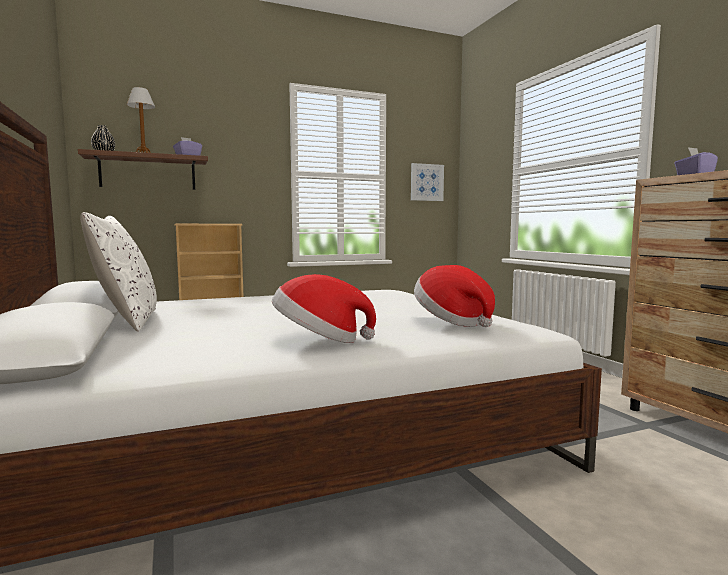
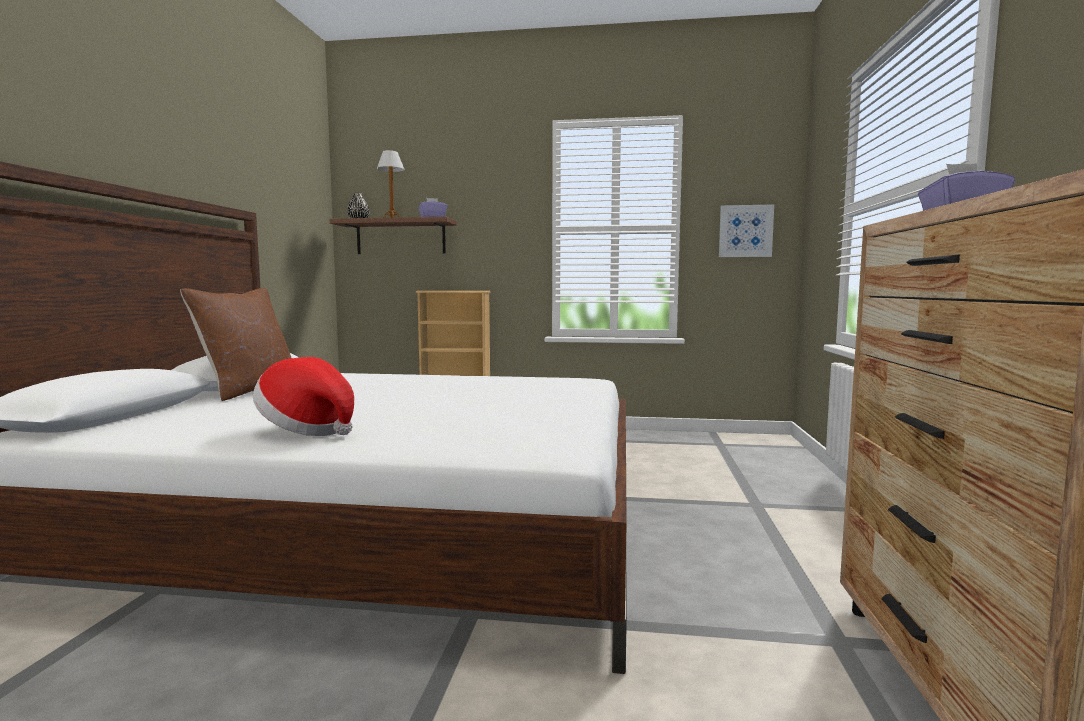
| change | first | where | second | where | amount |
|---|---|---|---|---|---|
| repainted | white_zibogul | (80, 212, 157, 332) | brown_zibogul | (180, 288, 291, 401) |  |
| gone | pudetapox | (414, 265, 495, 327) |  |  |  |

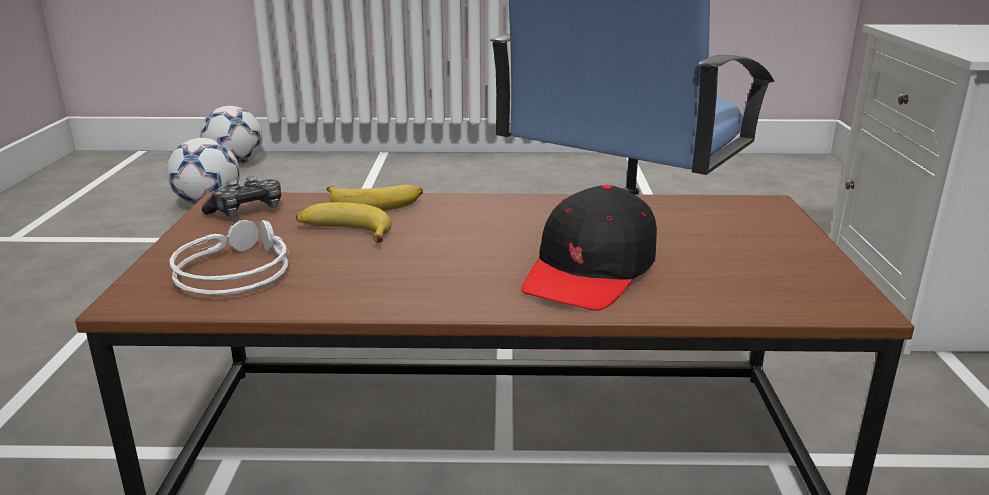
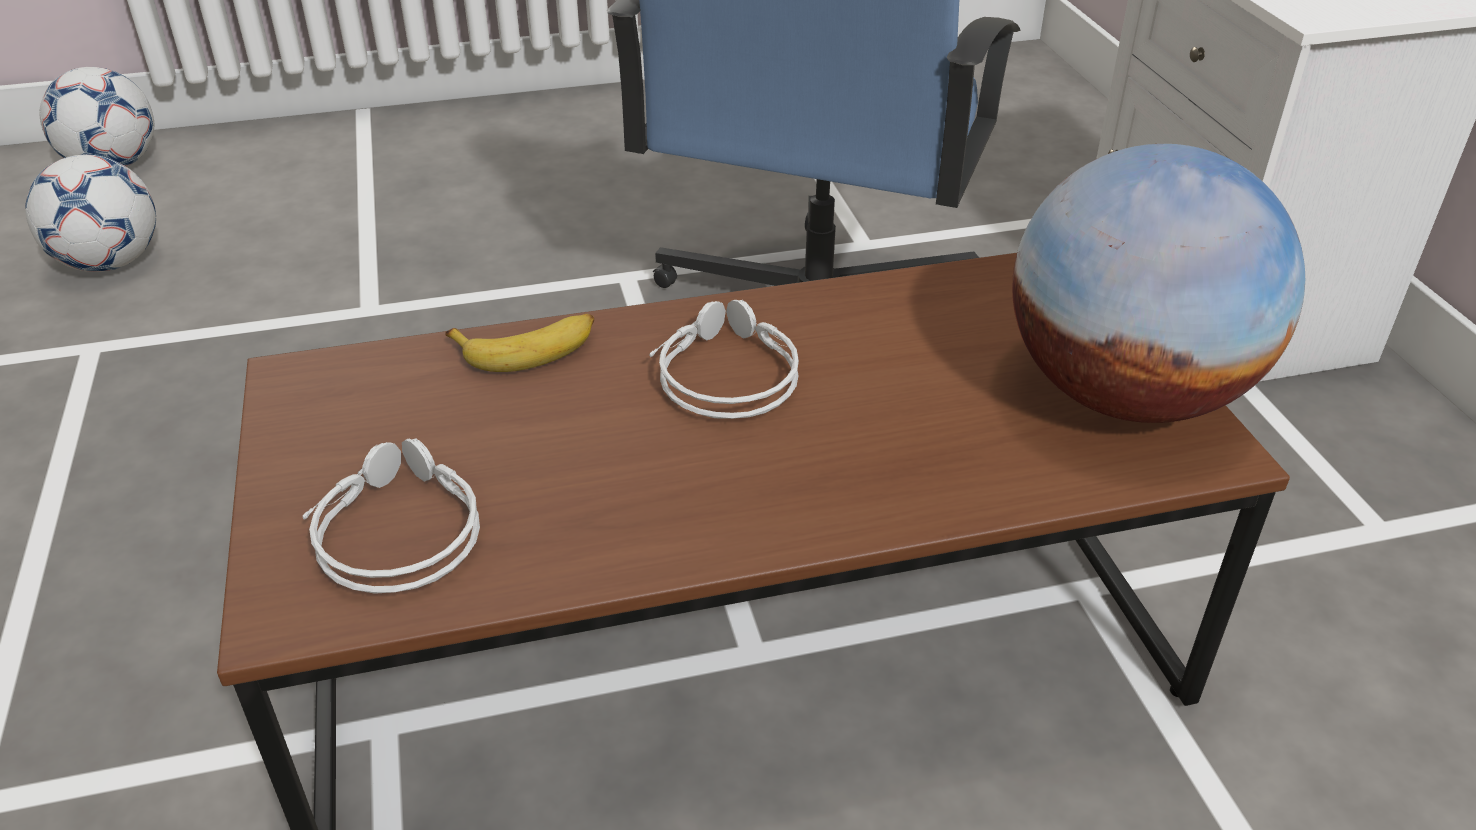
| change | first | where | second | where | amount |
|---|---|---|---|---|---|
| new |  |  | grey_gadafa | (649, 300, 799, 419) |  |
| new |  |  | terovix | (1012, 144, 1305, 423) |  |
| gone | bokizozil | (202, 176, 281, 217) |  |  |  |
| gone | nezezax | (296, 202, 392, 242) |  |  |  |
| gone | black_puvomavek | (521, 185, 657, 311) |  |  |  |

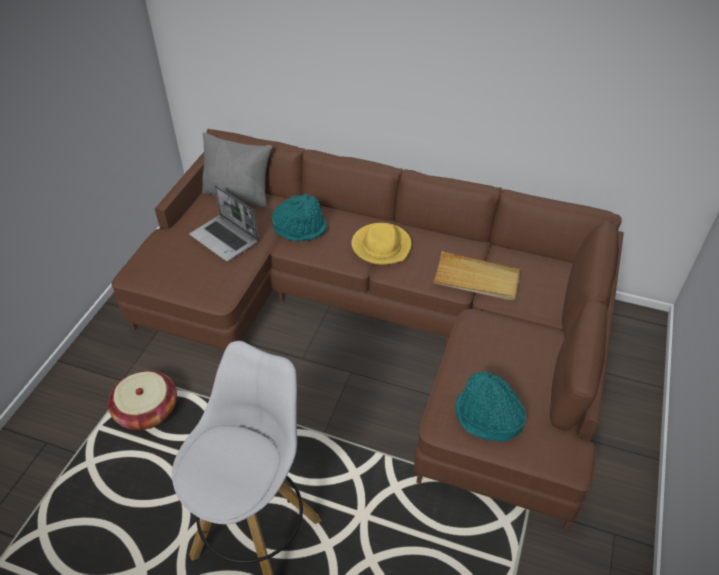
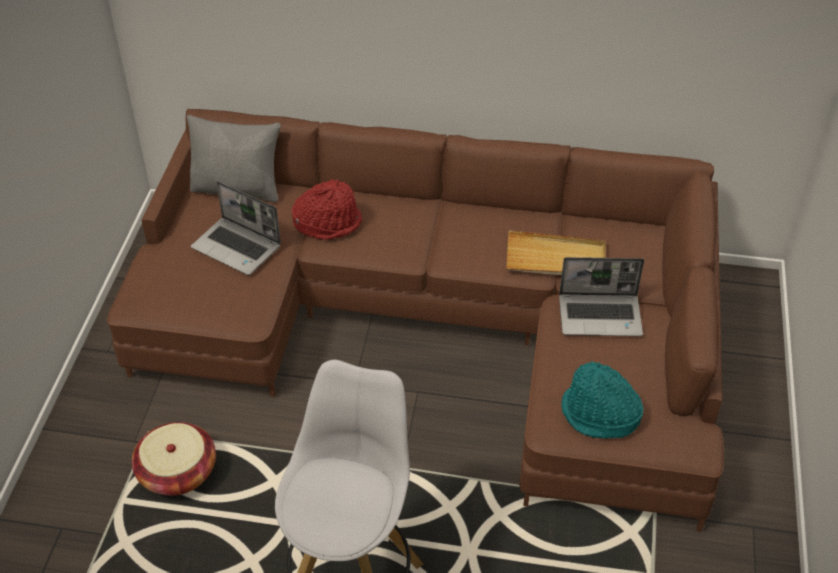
| change | first | where | second | where | amount |
|---|---|---|---|---|---|
| repainted | turquoise_pudetapox | (272, 194, 327, 241) | red_pudetapox | (292, 179, 362, 240) |  |
| new |  |  | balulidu | (559, 257, 644, 336) |  |
| gone | yellow_pudetapox | (351, 223, 412, 265) |  |  |  |

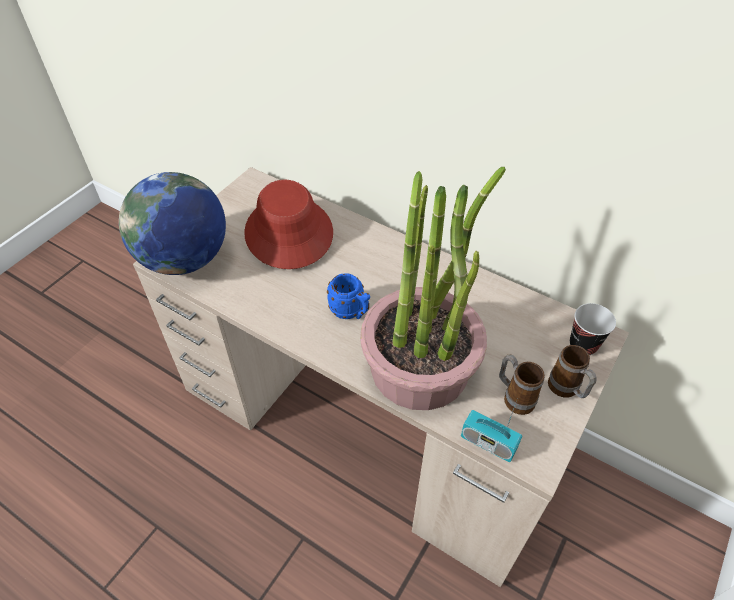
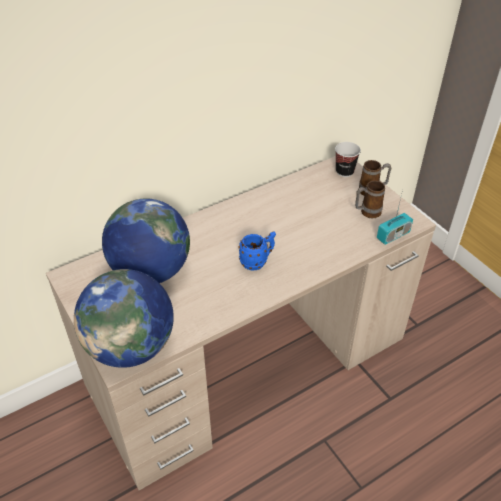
| change | first | where | second | where | amount |
|---|---|---|---|---|---|
| swapped | red_pudetapox | (244, 180, 333, 269) | terovix | (102, 199, 190, 283) |  |
| gone | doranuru | (360, 167, 506, 410) |  |  |  |

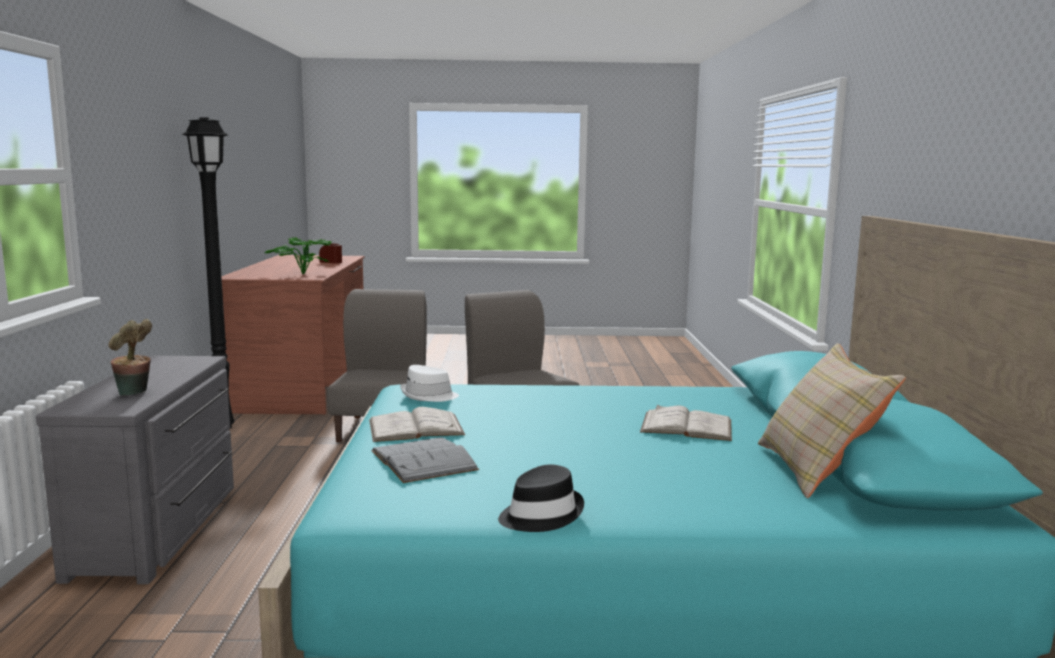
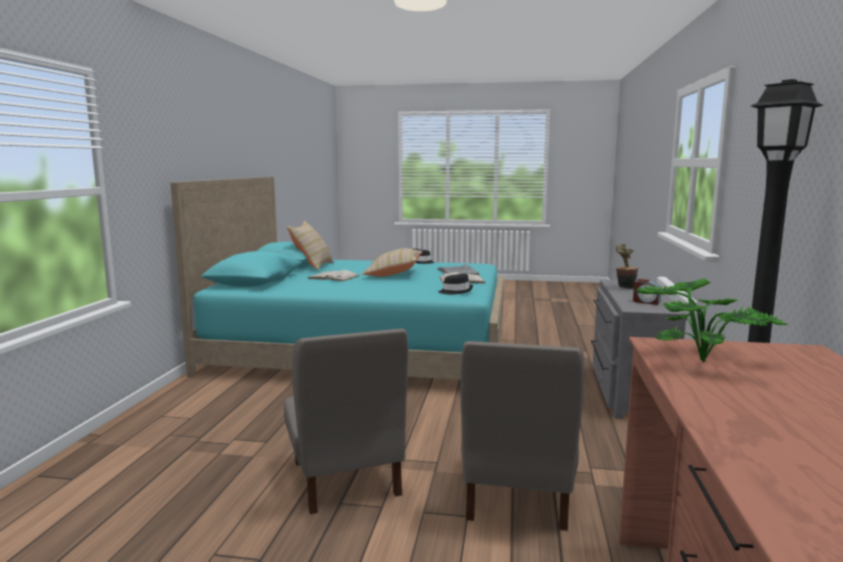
| change | first | where | second | where | amount |
|---|---|---|---|---|---|
| new |  |  | beige_zibogul | (362, 248, 422, 277) |  |
| repainted | white_pudetapox | (400, 365, 459, 402) | black_pudetapox | (438, 274, 473, 295) |  |
| shifted | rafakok | (319, 244, 342, 264) |  | (633, 279, 661, 305) |  |

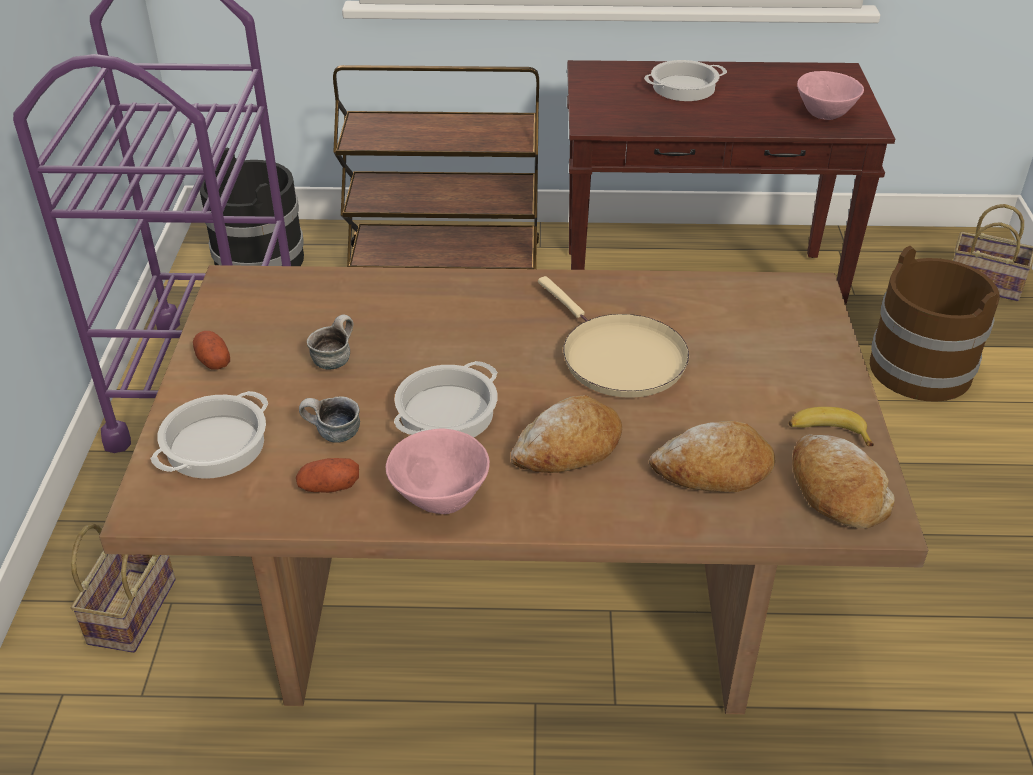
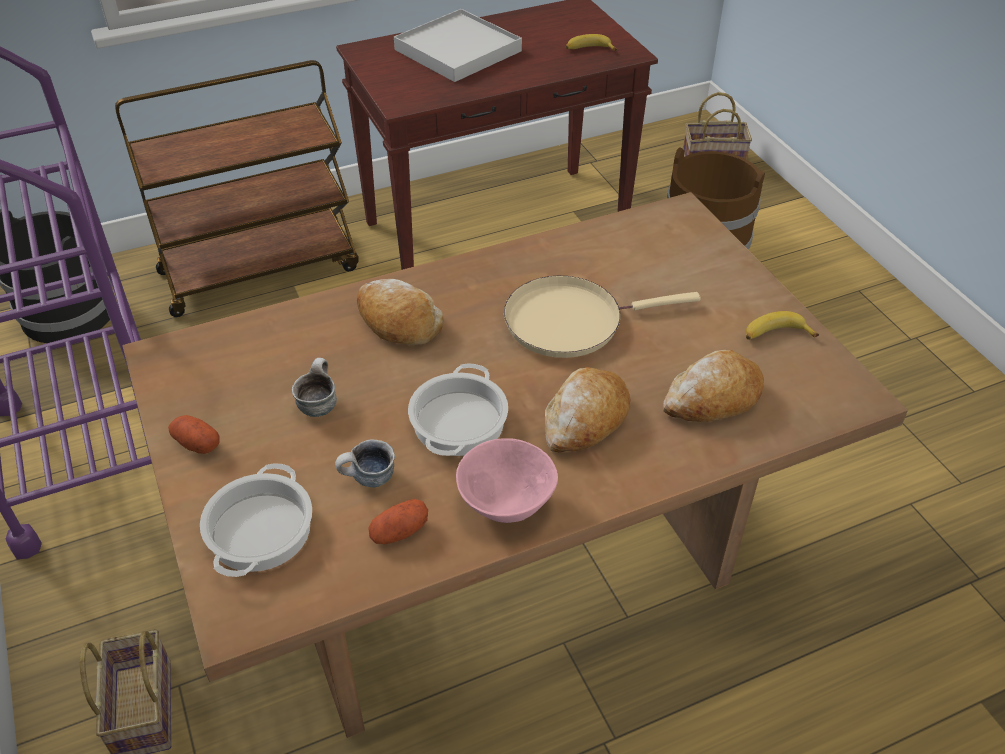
| change | first | where | second | where | amount |
|---|---|---|---|---|---|
| shifted | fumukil | (792, 434, 895, 529) |  | (357, 279, 443, 345) |  |
| swapped | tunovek | (644, 60, 727, 101) | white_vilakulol | (394, 9, 522, 82) |  |
| rotated | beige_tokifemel | (538, 276, 689, 398) |  | (504, 276, 700, 358) | 135 degrees clockwise |
| swapped | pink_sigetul | (797, 71, 864, 120) | nezezax | (566, 34, 617, 51) |  |

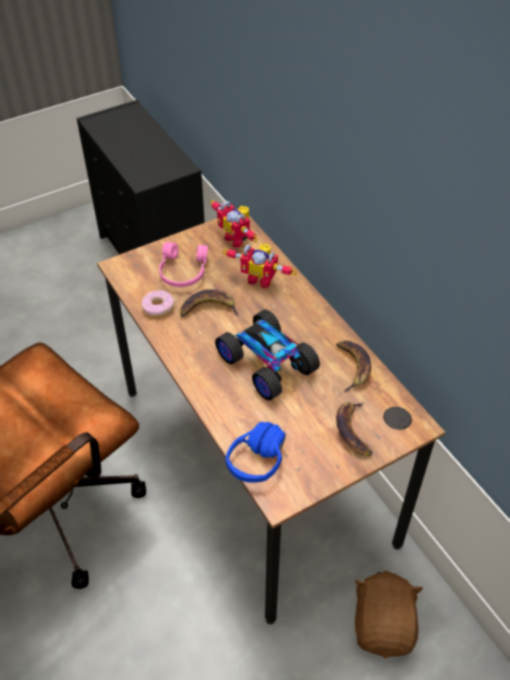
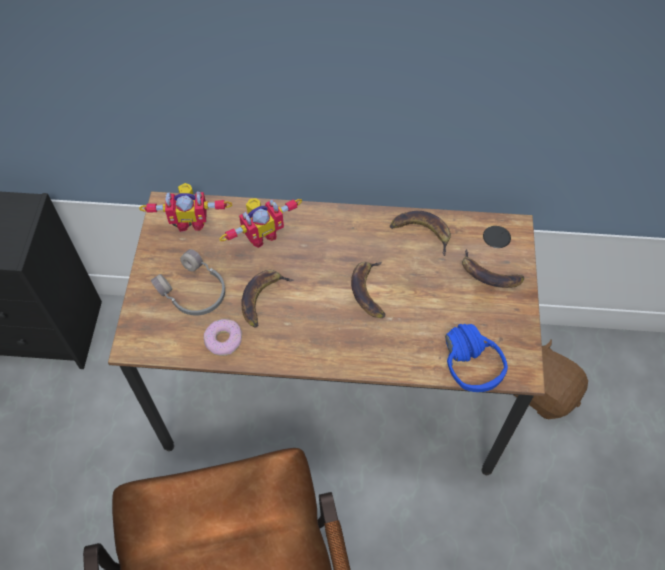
| change | first | where | second | where | amount |
|---|---|---|---|---|---|
| repainted | pink_gadafa | (159, 242, 208, 287) | grey_gadafa | (151, 249, 225, 316) |  |
| swapped | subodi | (215, 309, 320, 401) | nezezax | (351, 262, 386, 318) |  |

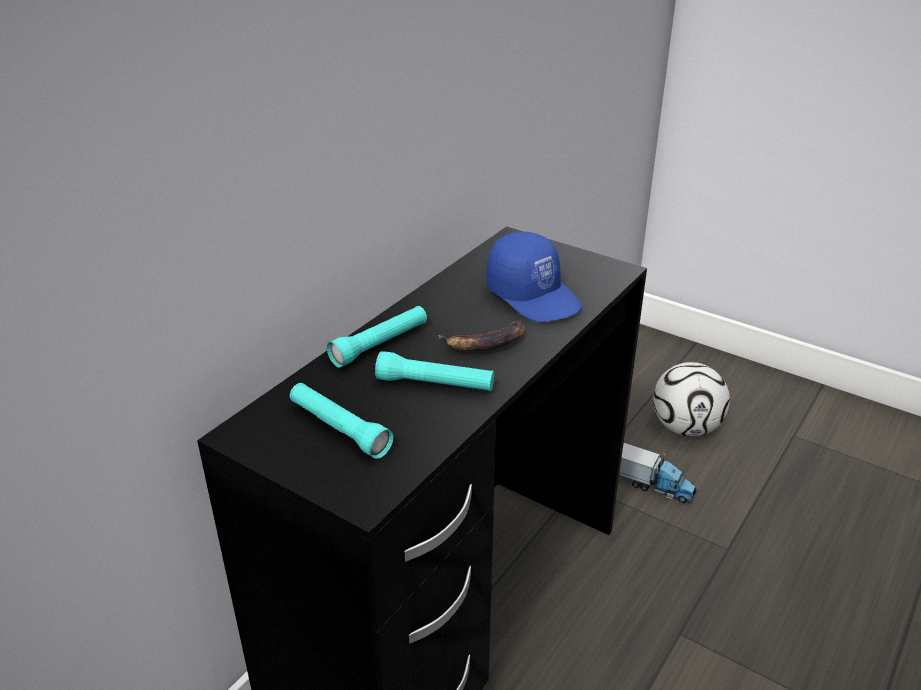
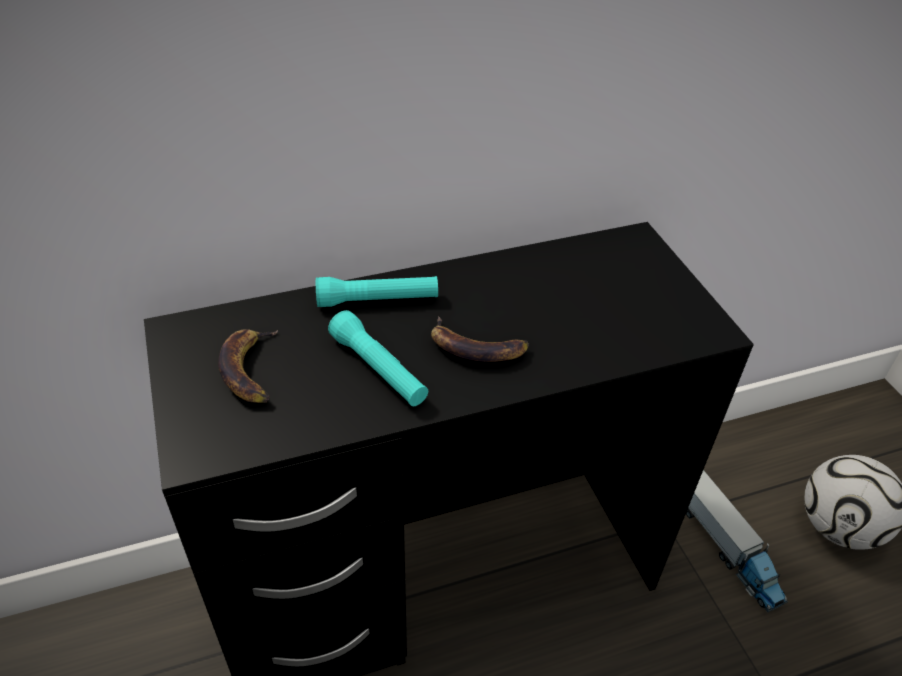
| change | first | where | second | where | amount |
|---|---|---|---|---|---|
| swapped | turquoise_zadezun | (290, 383, 393, 459) | nezezax | (218, 329, 278, 403) |  |
| gone | blue_puvomavek | (486, 232, 582, 322) |  |  |  |

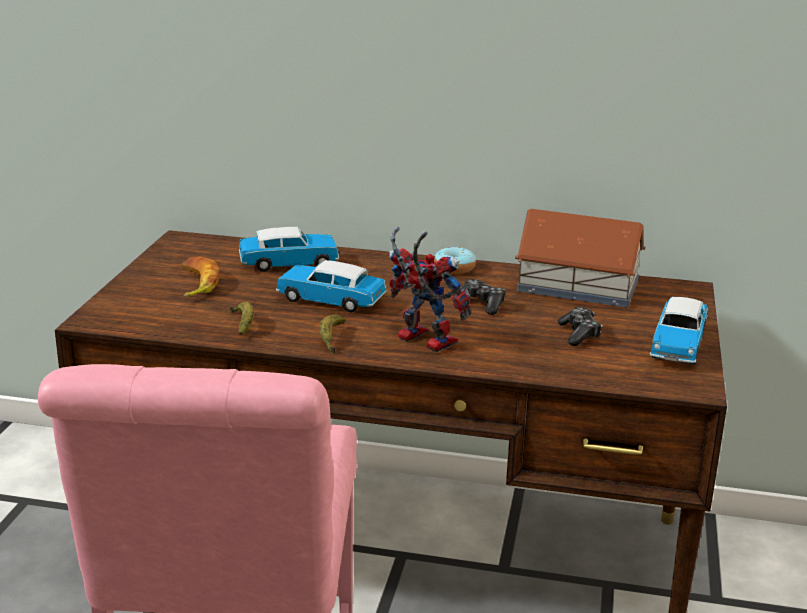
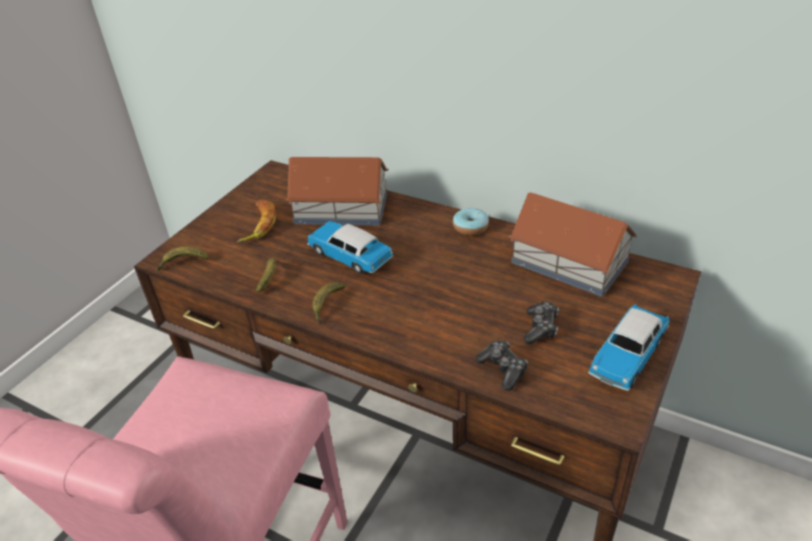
| change | first | where | second | where | amount |
|---|---|---|---|---|---|
| new |  |  | nezezax | (157, 246, 209, 271) |  |
| swapped | subodi | (239, 227, 339, 272) | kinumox | (286, 157, 388, 225) |  |
| shifted | bokizozil | (460, 279, 506, 315) |  | (476, 340, 528, 391) |  |
| gone | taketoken | (389, 227, 472, 352) |  |  |  |

